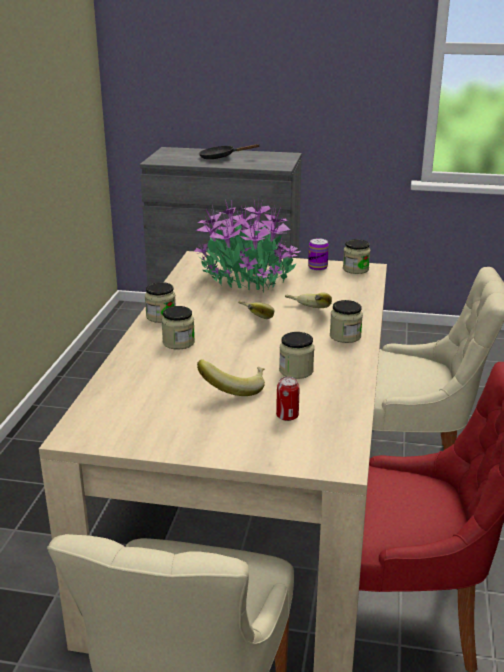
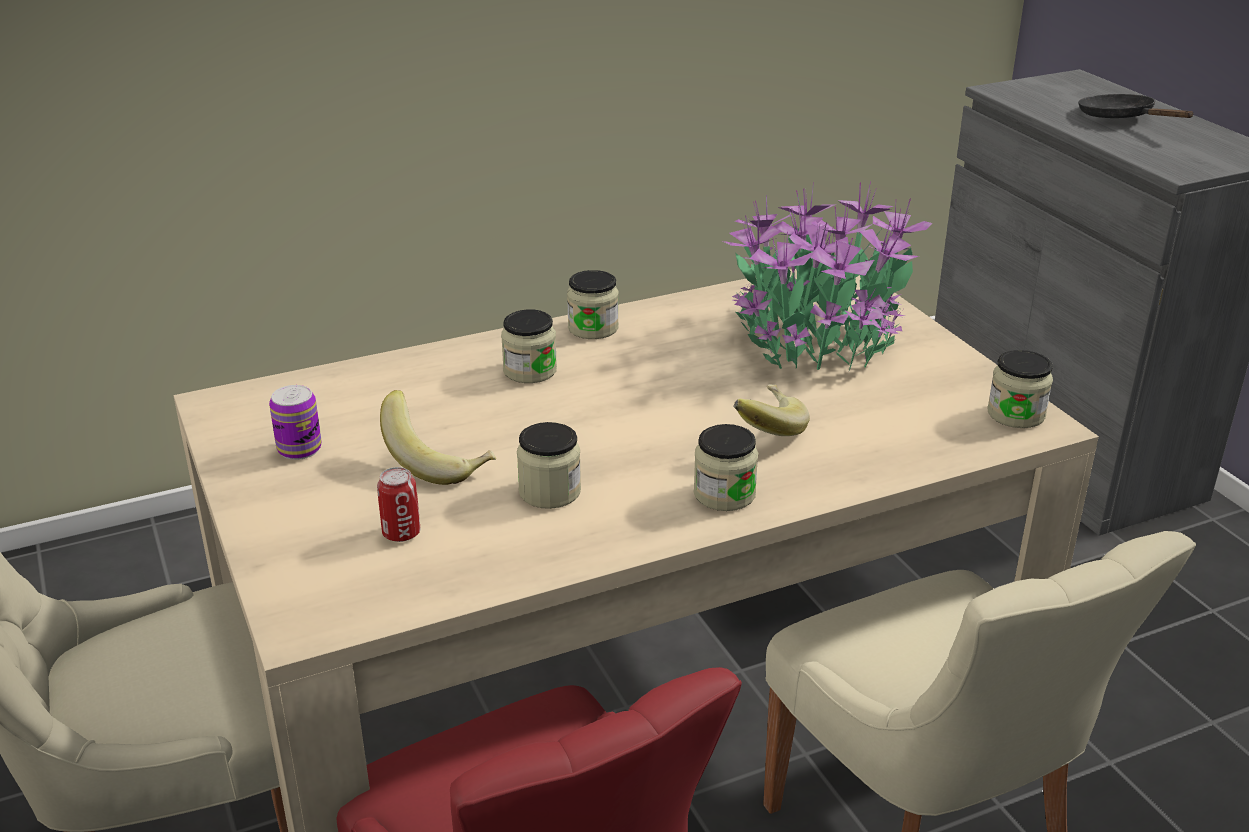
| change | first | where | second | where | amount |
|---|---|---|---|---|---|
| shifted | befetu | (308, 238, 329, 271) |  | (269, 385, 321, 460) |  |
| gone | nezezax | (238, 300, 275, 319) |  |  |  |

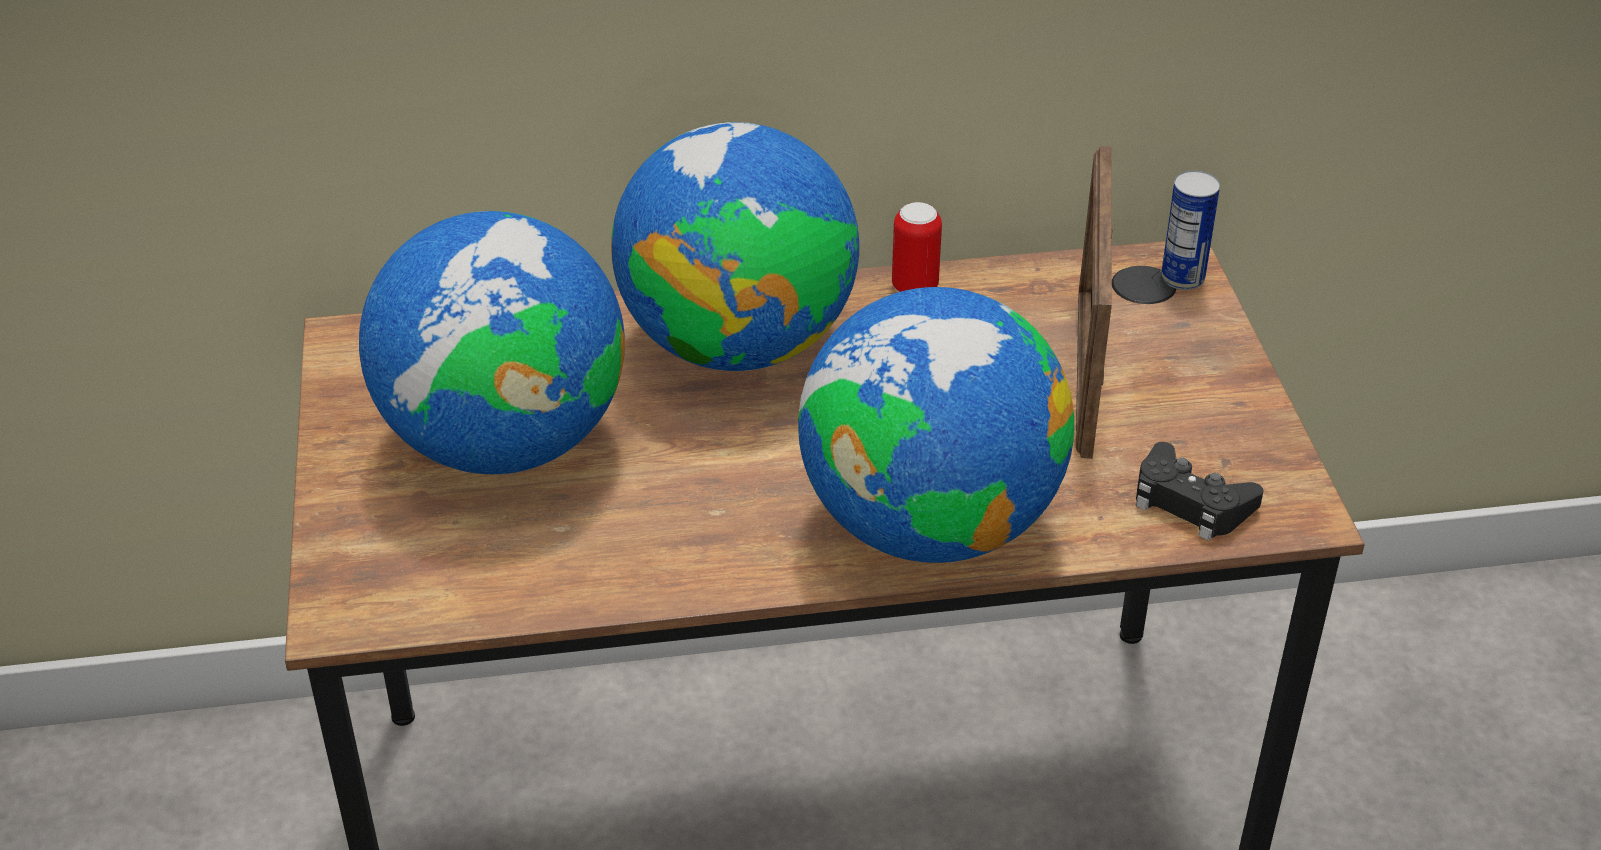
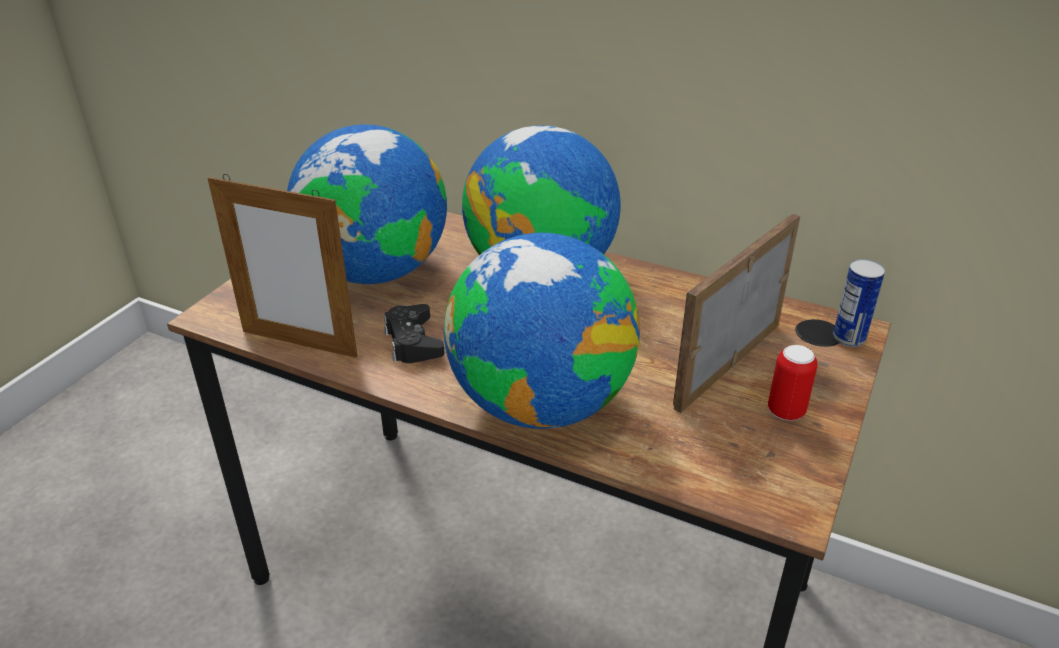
| change | first | where | second | where | amount |
|---|---|---|---|---|---|
| new |  |  | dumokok | (208, 174, 358, 358) |  |
| shifted | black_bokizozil | (1136, 442, 1263, 541) |  | (384, 304, 445, 363) |  |
| shifted | befetu | (892, 202, 942, 292) |  | (768, 345, 818, 421) |  |

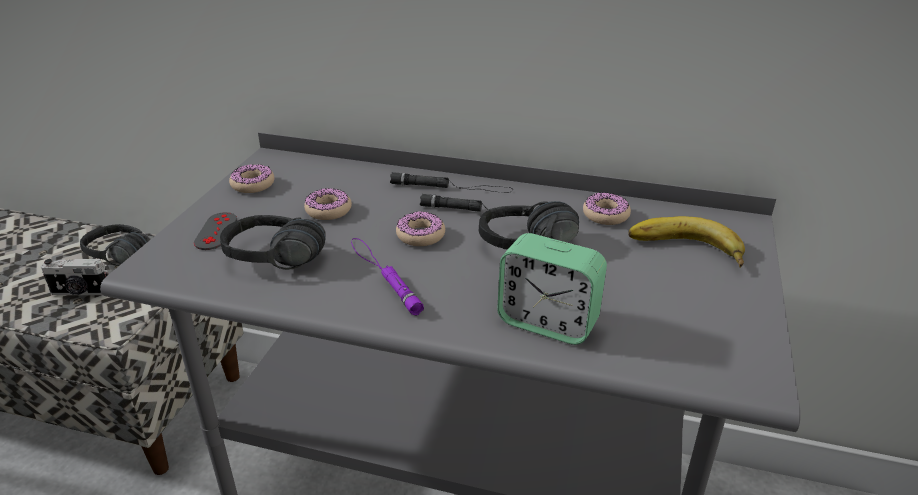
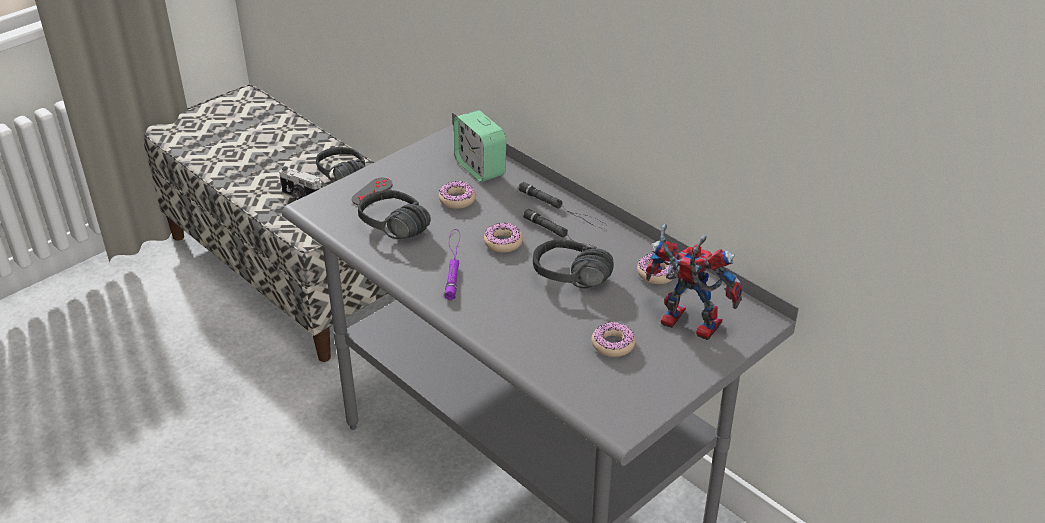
| change | first | where | second | where | amount |
|---|---|---|---|---|---|
| shifted | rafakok | (497, 233, 607, 345) |  | (454, 111, 506, 182) |  |
| shifted | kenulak | (229, 164, 274, 193) |  | (591, 322, 636, 357) |  |
| swapped | nezezax | (628, 216, 745, 268) | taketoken | (645, 224, 742, 340) |  |

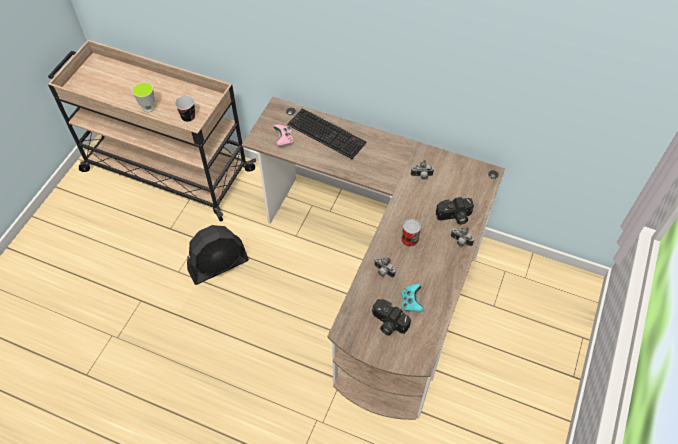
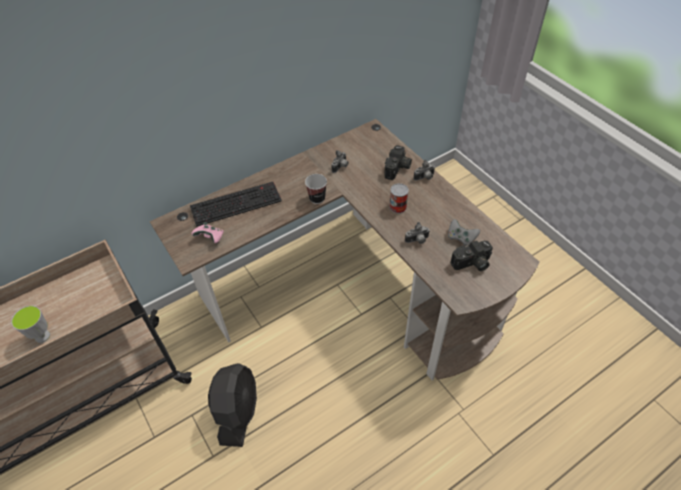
| change | first | where | second | where | amount |
|---|---|---|---|---|---|
| shifted | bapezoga | (175, 95, 195, 122) |  | (305, 174, 327, 204) |  |
| repainted | turquoise_bokizozil | (401, 284, 424, 312) | grey_bokizozil | (448, 219, 480, 246) |  |

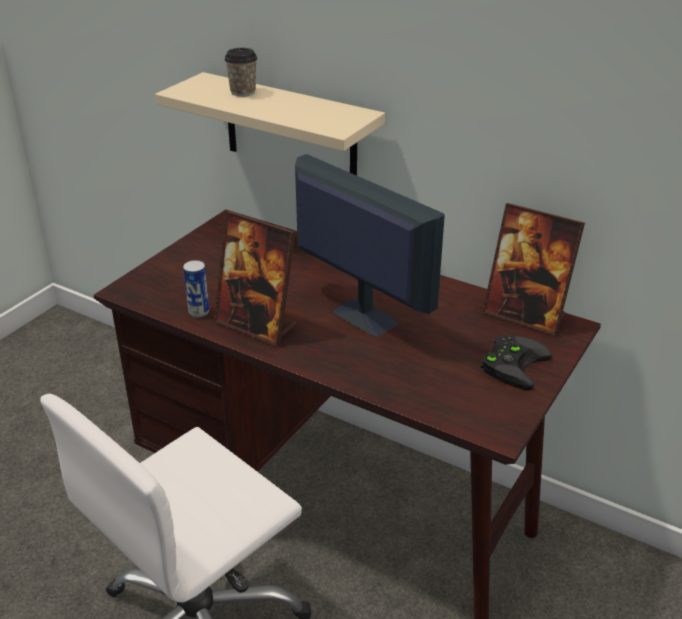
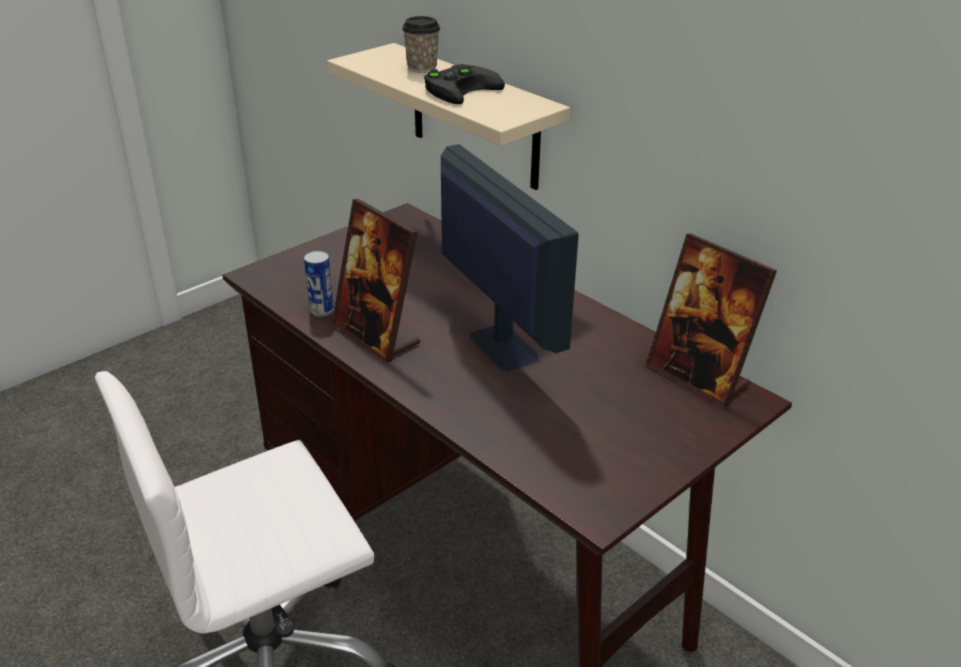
| change | first | where | second | where | amount |
|---|---|---|---|---|---|
| shifted | black_bokizozil | (480, 335, 552, 390) |  | (424, 64, 505, 104) |  |

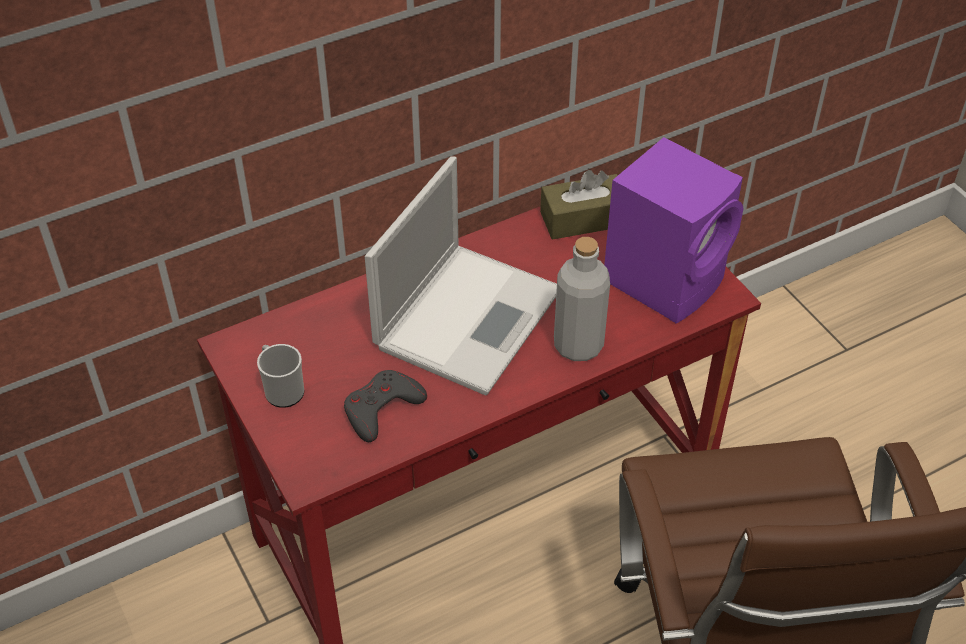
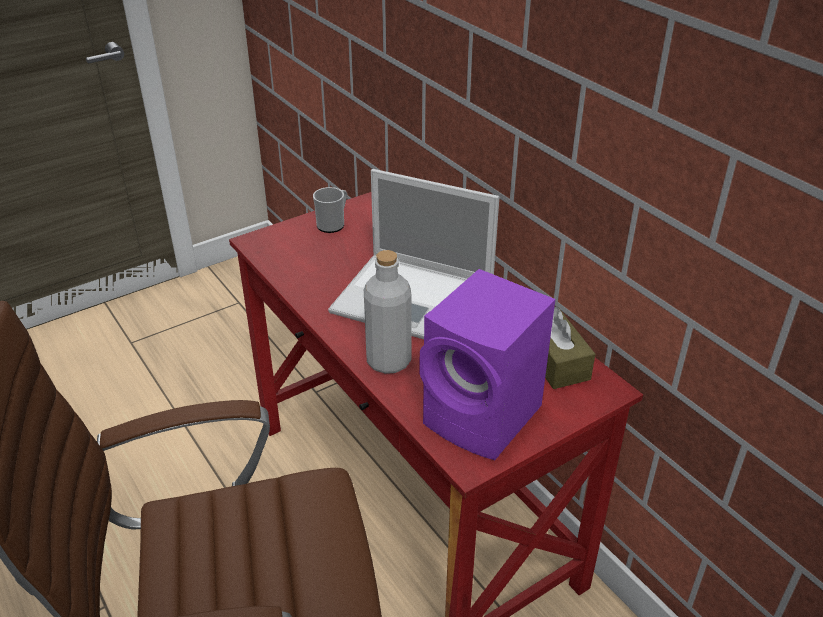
| change | first | where | second | where | amount |
|---|---|---|---|---|---|
| gone | grey_bokizozil | (344, 370, 427, 442) |  |  |  |

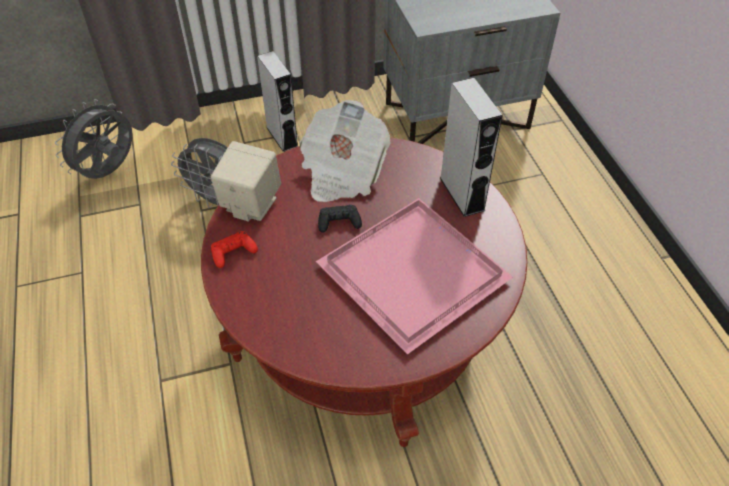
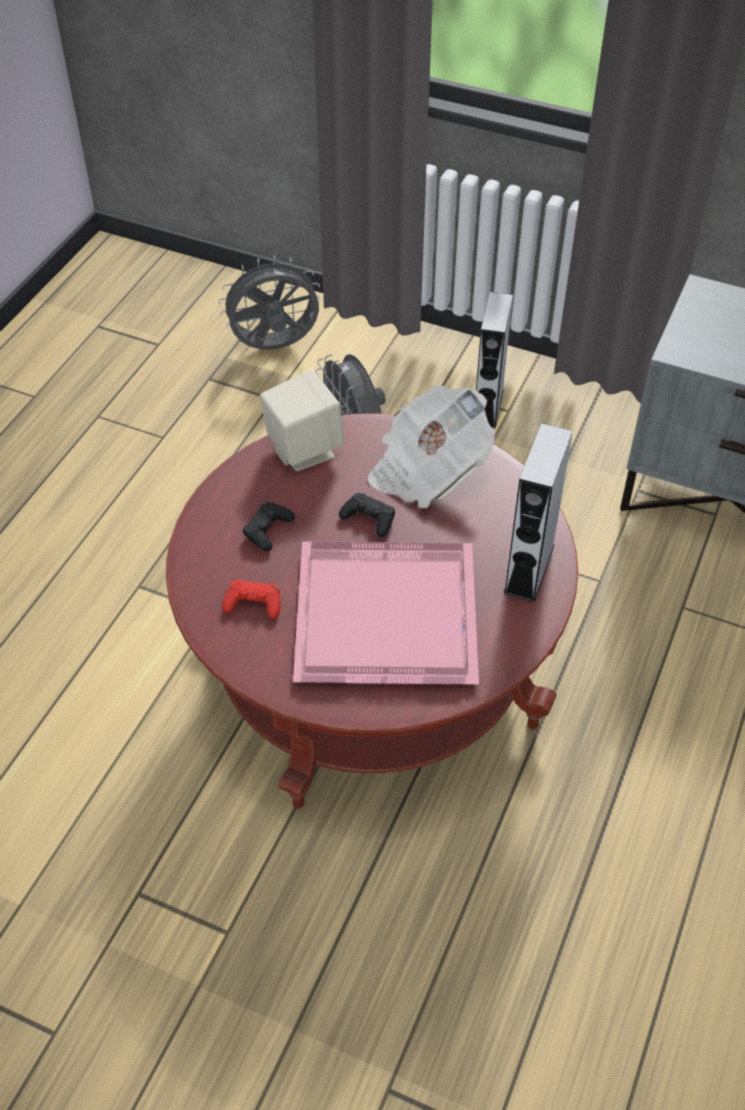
| change | first | where | second | where | amount |
|---|---|---|---|---|---|
| shifted | red_bokizozil | (211, 231, 258, 268) |  | (222, 580, 280, 619) |  |
| new |  |  | black_bokizozil | (243, 502, 295, 551) |  |

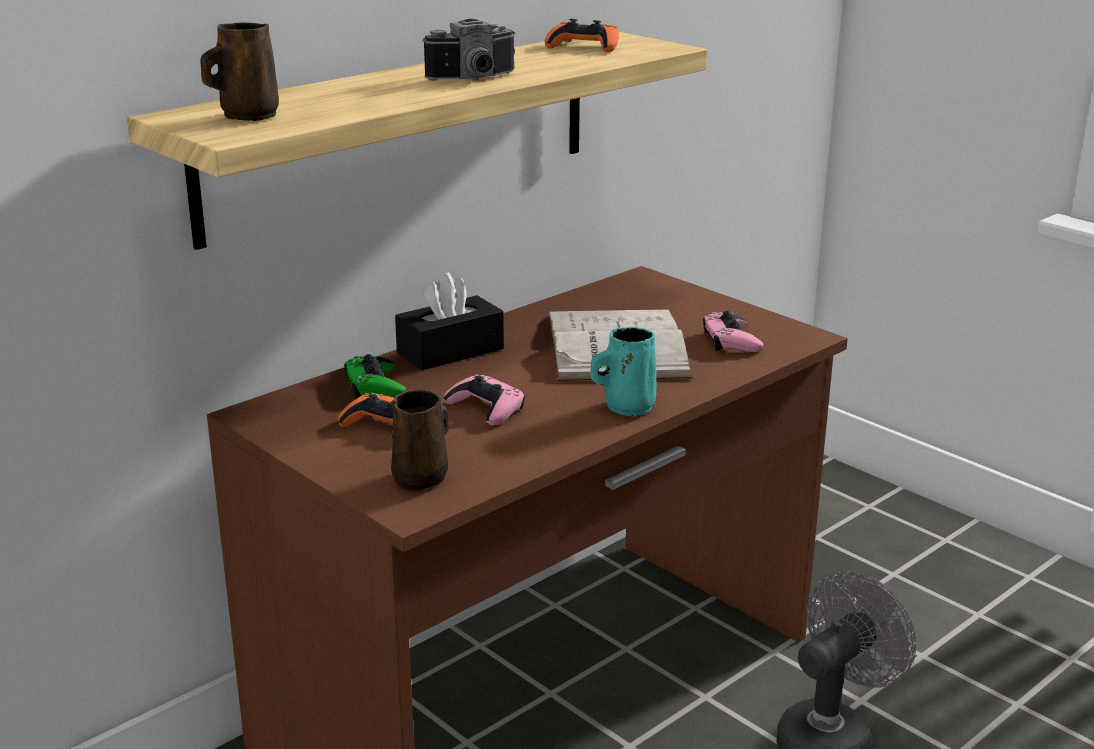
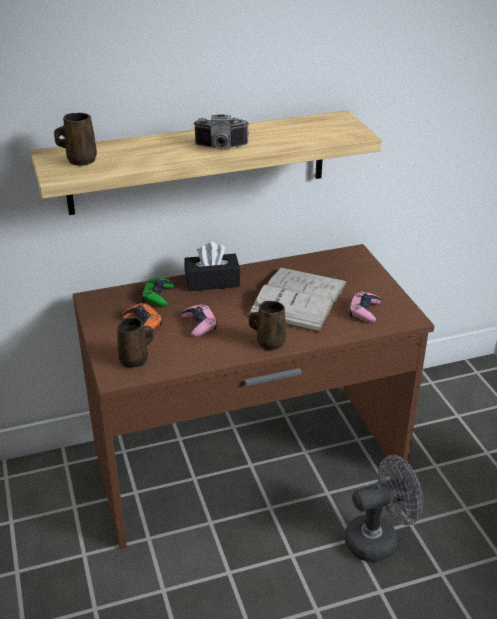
| change | first | where | second | where | amount |
|---|---|---|---|---|---|
| repainted | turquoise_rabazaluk | (590, 327, 657, 417) | brown_rabazaluk | (249, 301, 286, 350) |  |
| gone | orange_bokizozil | (545, 19, 619, 52) |  |  |  |

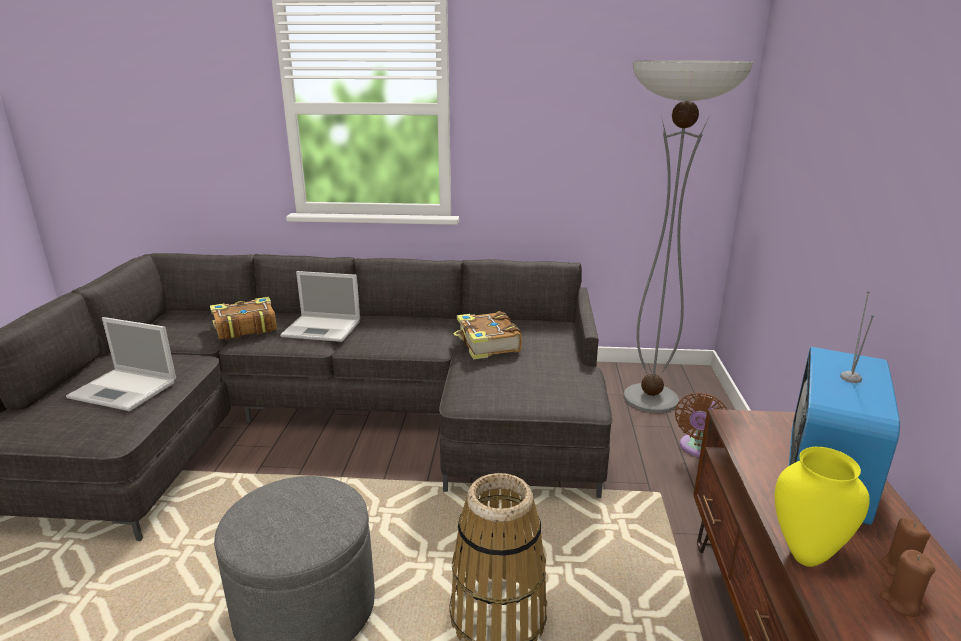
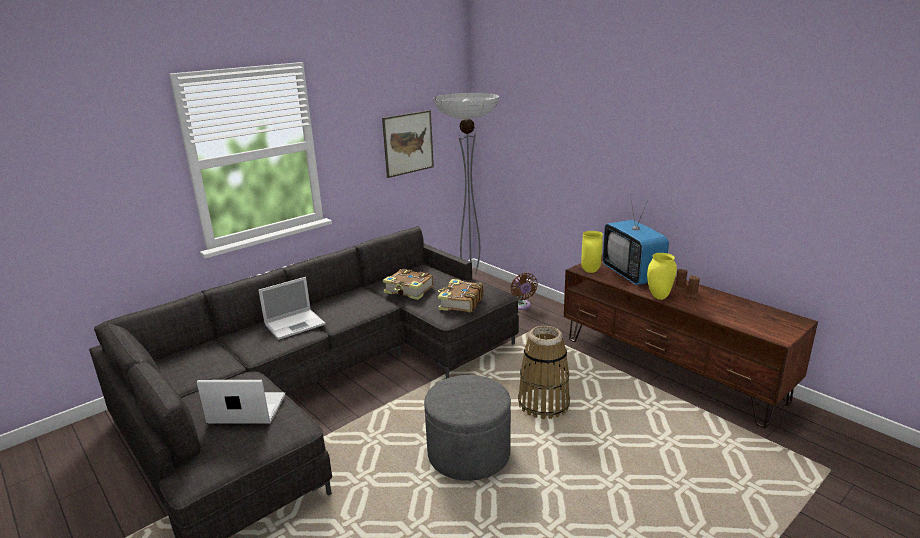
| change | first | where | second | where | amount |
|---|---|---|---|---|---|
| rotated | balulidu | (66, 317, 176, 411) |  | (197, 380, 285, 424) | 150 degrees counterclockwise |
| new |  |  | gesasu | (382, 110, 434, 178) |  |
| shifted | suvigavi | (210, 297, 277, 340) |  | (438, 279, 484, 313) |  |
| new |  |  | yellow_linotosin | (581, 231, 603, 273) |  |

